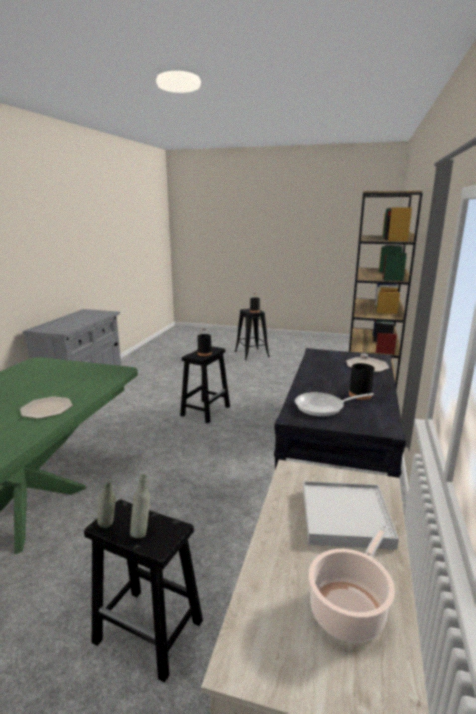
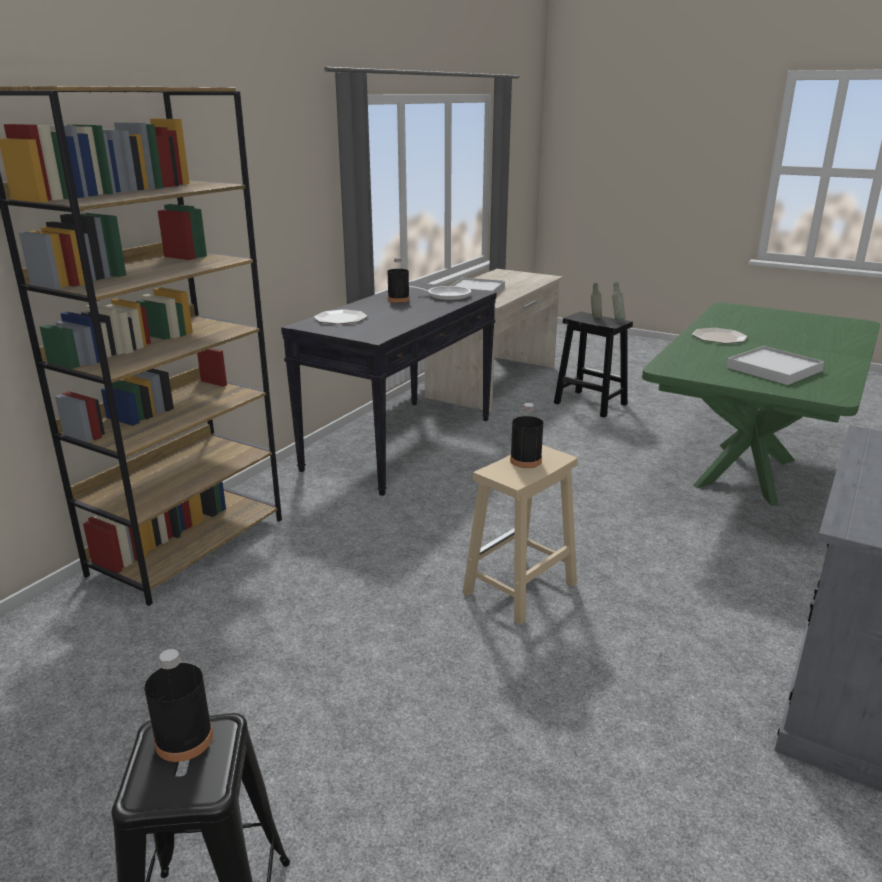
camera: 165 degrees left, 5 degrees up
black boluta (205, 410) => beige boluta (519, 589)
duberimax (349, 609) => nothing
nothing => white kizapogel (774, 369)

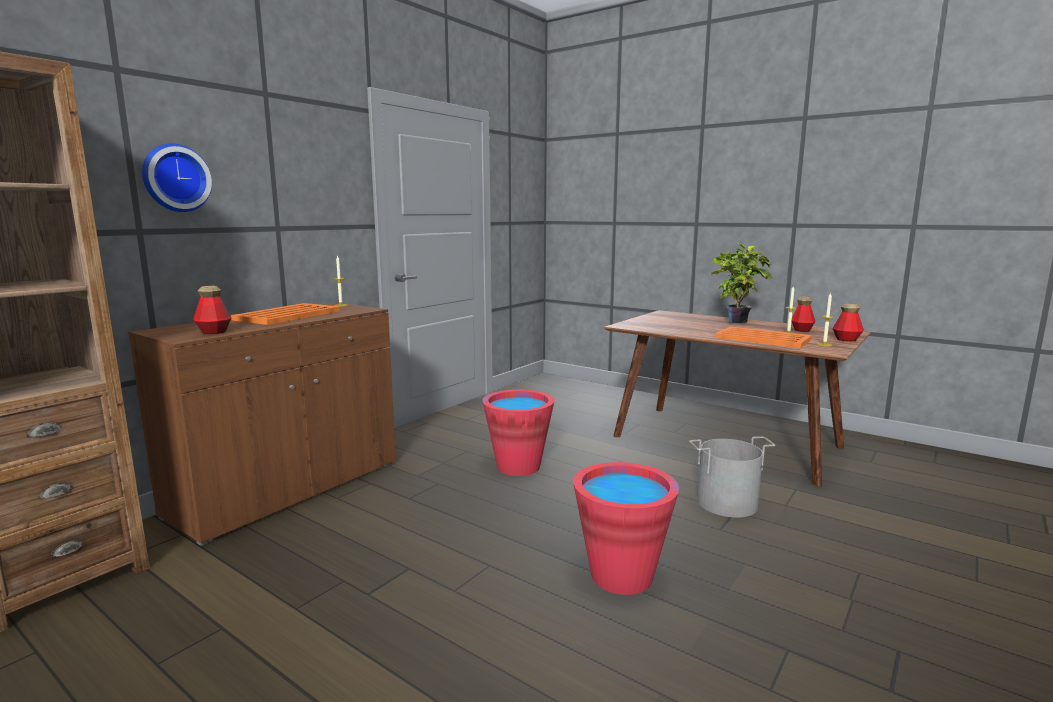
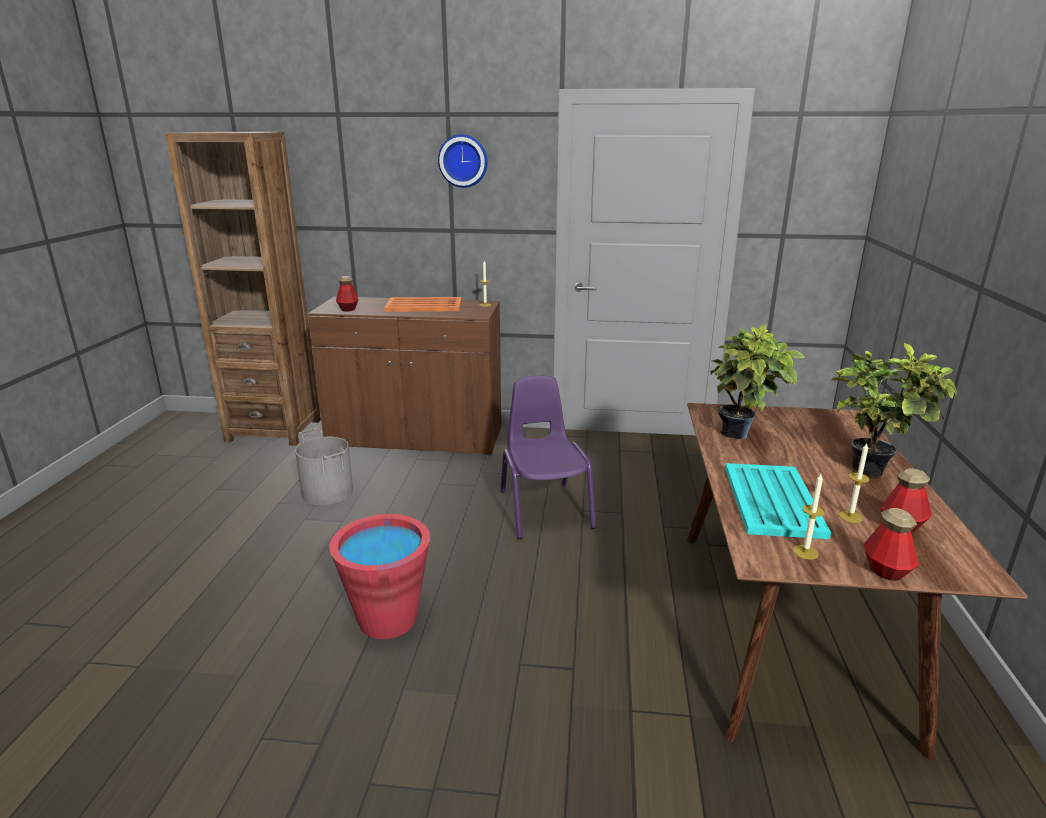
camera: 60 degrees right, 10 degrees up
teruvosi (175, 178) => teruvosi (463, 161), shifted
orange kizapogel (763, 338) => turquoise kizapogel (772, 501)
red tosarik (518, 467) => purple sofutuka (545, 509)
grey tosarik (726, 502) => grey tosarik (328, 492), shifted
nothing => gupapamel (741, 437)

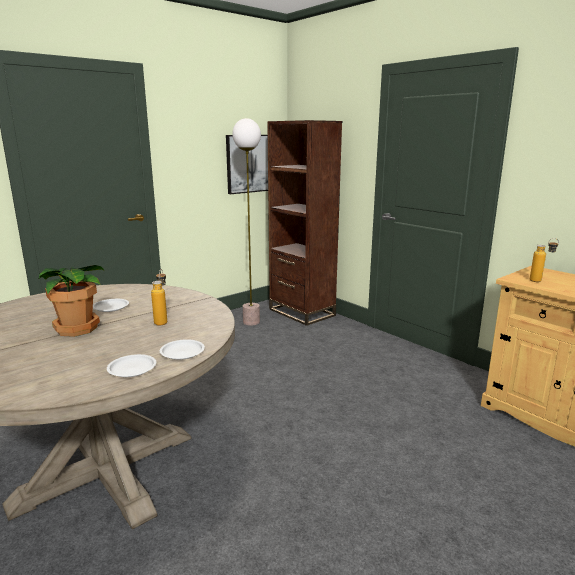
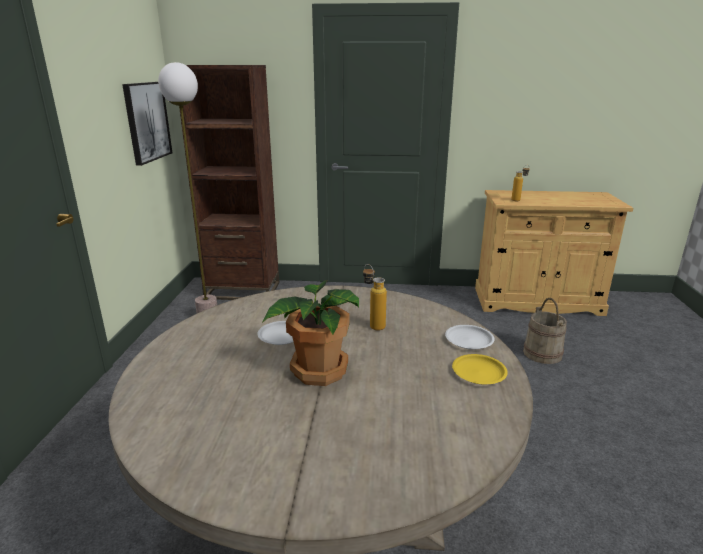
camera: 45 degrees left, 5 degrees up
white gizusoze (132, 369) => yellow gizusoze (479, 373)
nothing => beige tosarik (542, 353)

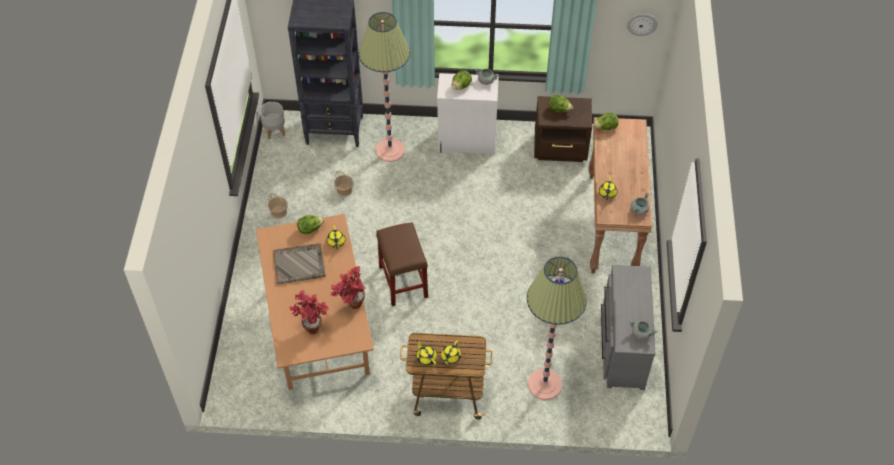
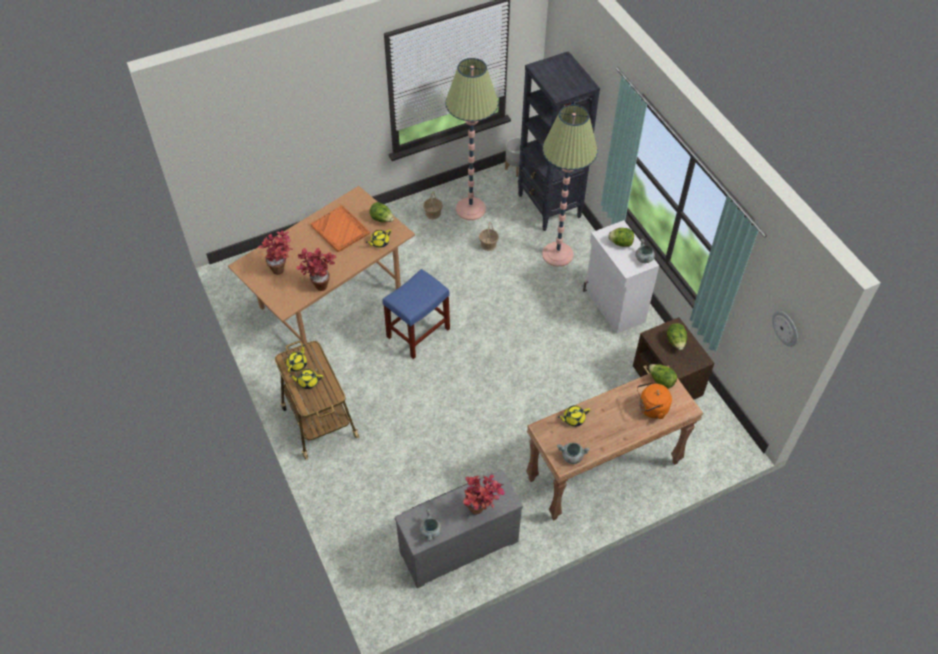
camera: 60 degrees right, 0 degrees up
brown boluta (403, 282) => blue boluta (417, 333)
grey kizapogel (299, 264) => orange kizapogel (340, 230)
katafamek (544, 384) => katafamek (470, 209), shifted
nothing => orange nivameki (651, 409)
nothing => gupapamel (481, 509)

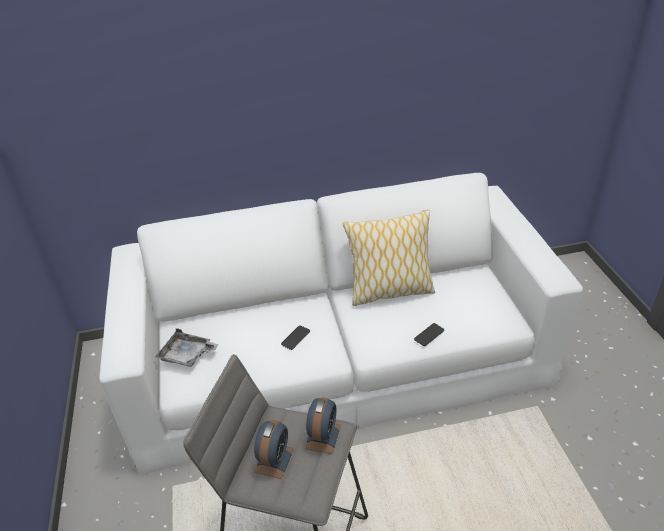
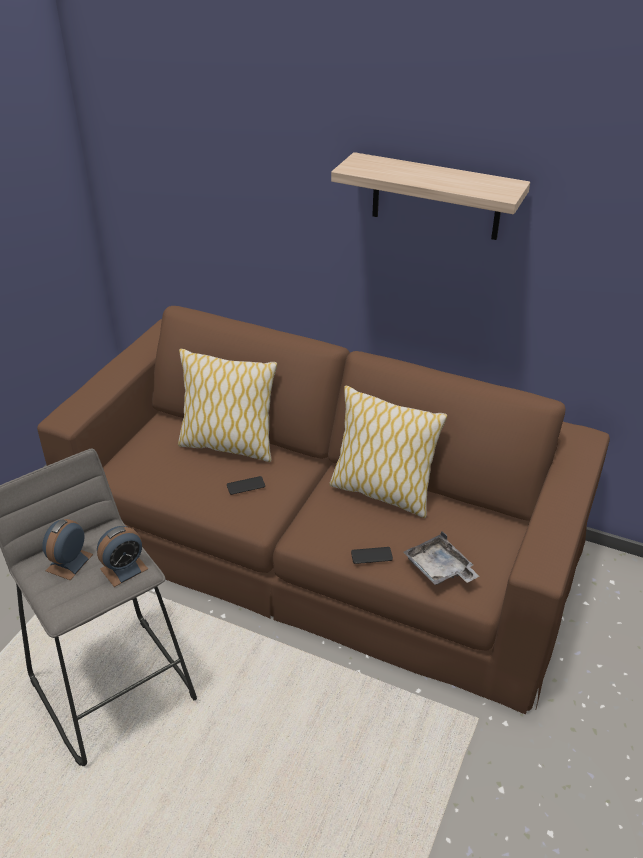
camera: 35 degrees right, 0 degrees up
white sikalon (337, 358) => brown sikalon (322, 542)
grey kizapogel (187, 355) => grey kizapogel (439, 569), shifted
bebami (274, 460) => bebami (69, 562), 150 degrees clockwise
nothing => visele (436, 197)
nothing => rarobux (228, 445)

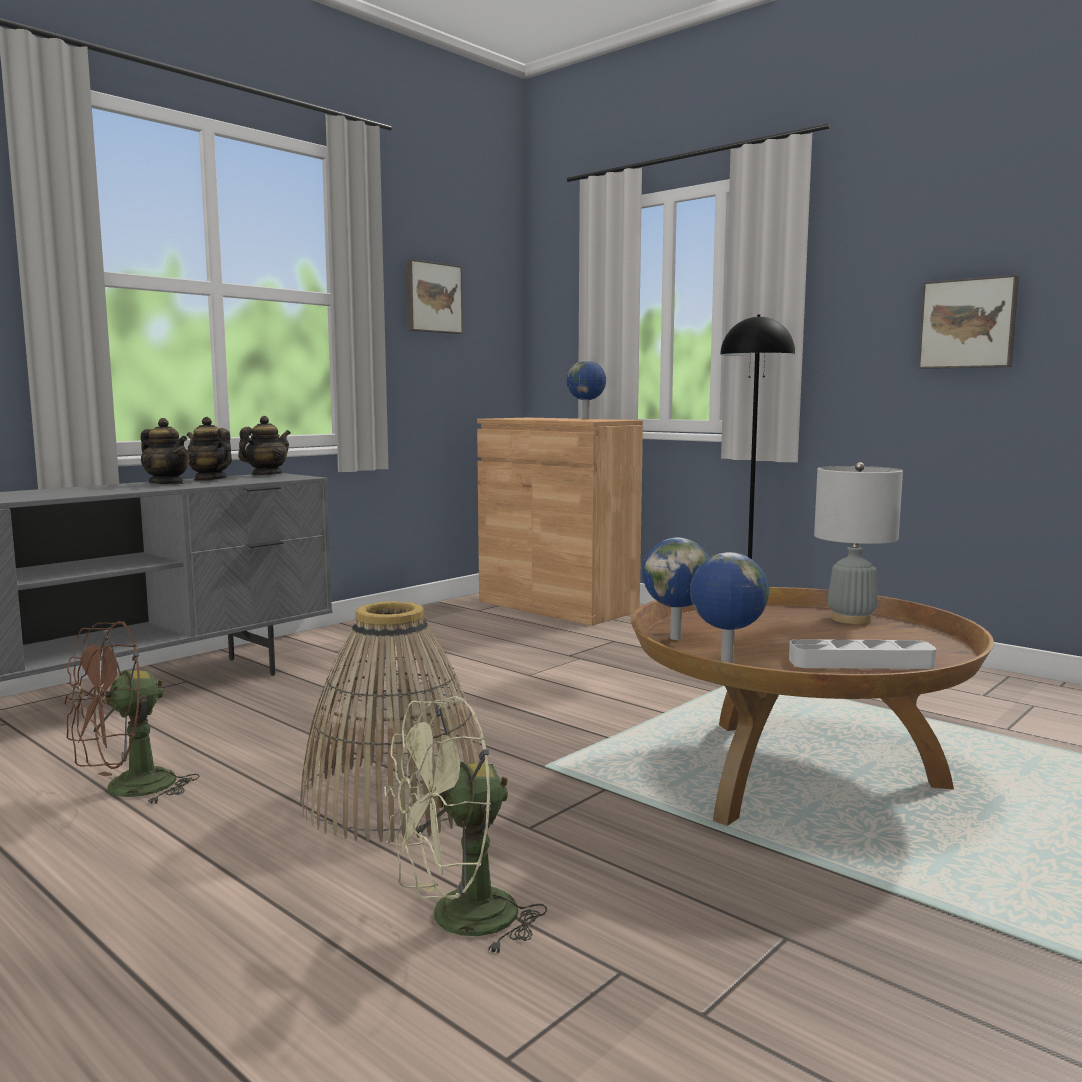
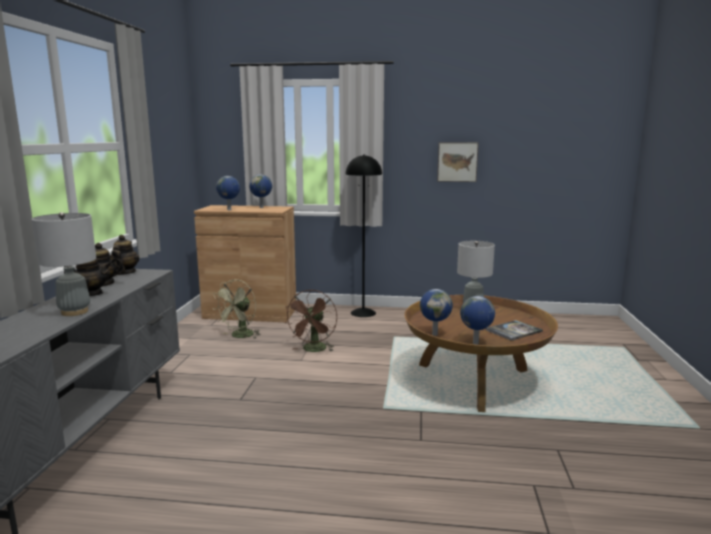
camera: 35 degrees left, 5 degrees up
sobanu (432, 298) => nothing
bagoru (395, 797) => nothing
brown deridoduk (126, 790) => brown deridoduk (314, 350), shifted
grey kizapogel (861, 662) => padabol (513, 331)
green deridoduk (457, 921) => green deridoduk (240, 336), shifted
nothing => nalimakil (229, 210)
nothing => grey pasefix (74, 312)

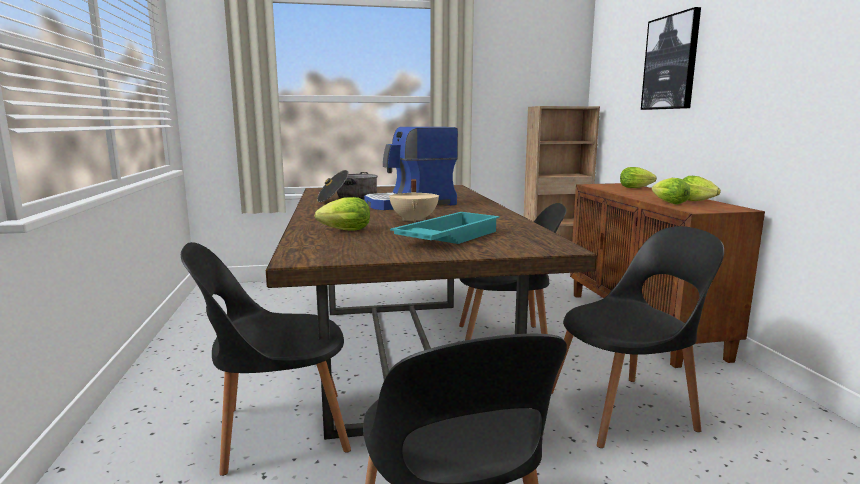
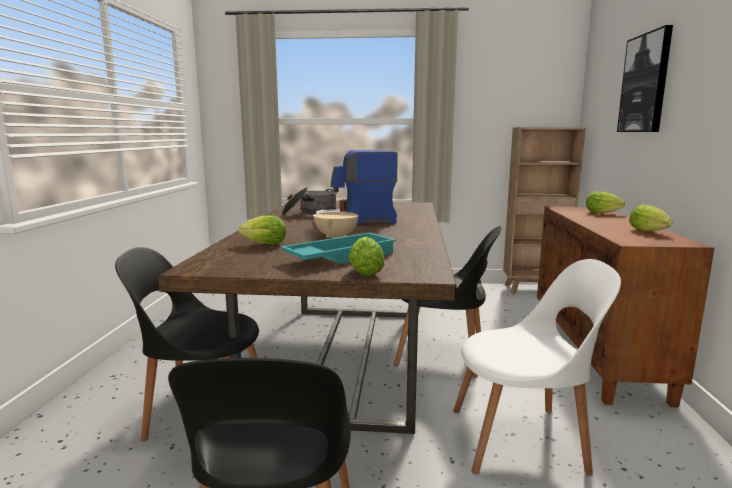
camera: 15 degrees right, 0 degrees up
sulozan (667, 203) => sulozan (365, 271), shifted
black sofutuka (625, 410) => white sofutuka (523, 439)

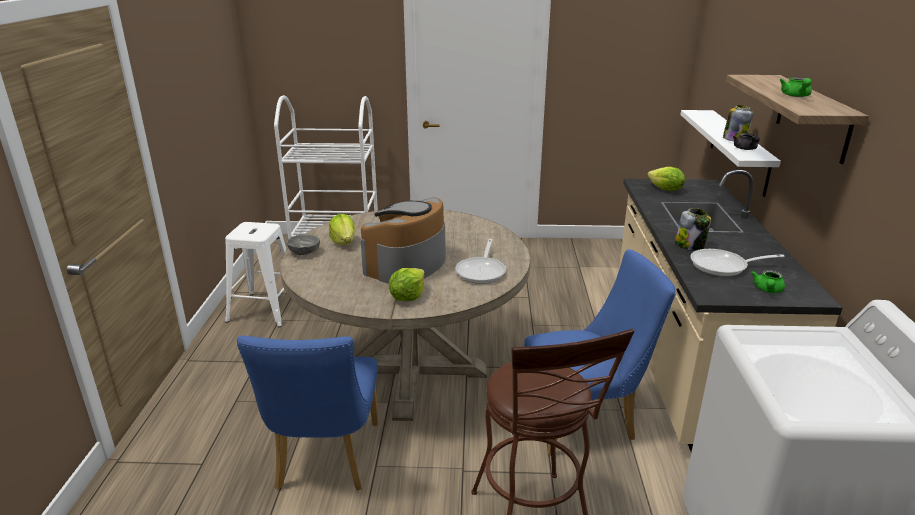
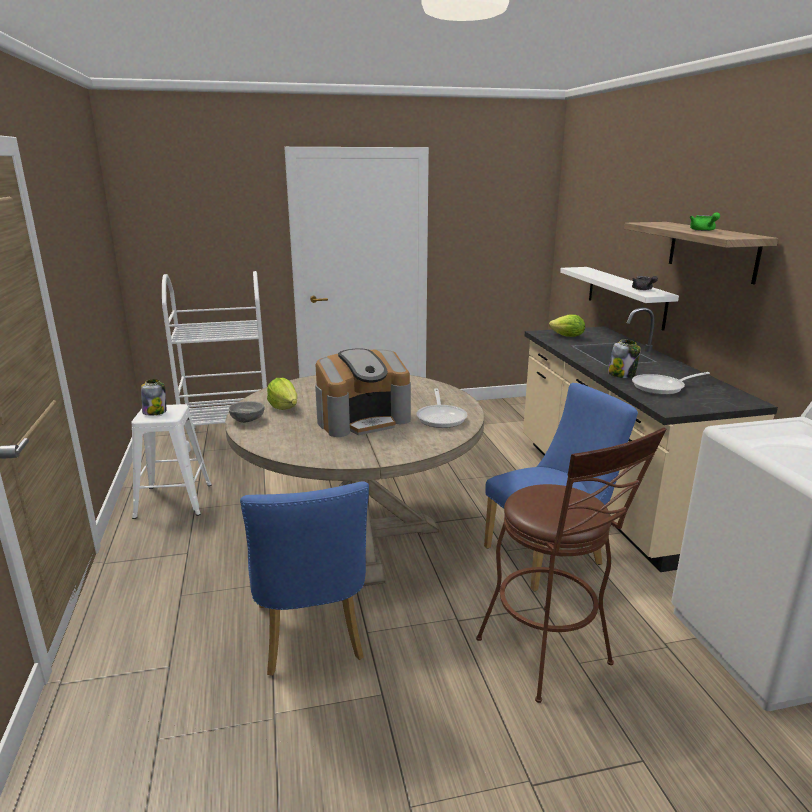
camera: 15 degrees left, 5 degrees down
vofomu (734, 139) => vofomu (155, 412), shifted
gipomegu (406, 264) => gipomegu (363, 419), 135 degrees counterclockwise
sulozan (407, 297) => nothing
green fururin (767, 290) => nothing

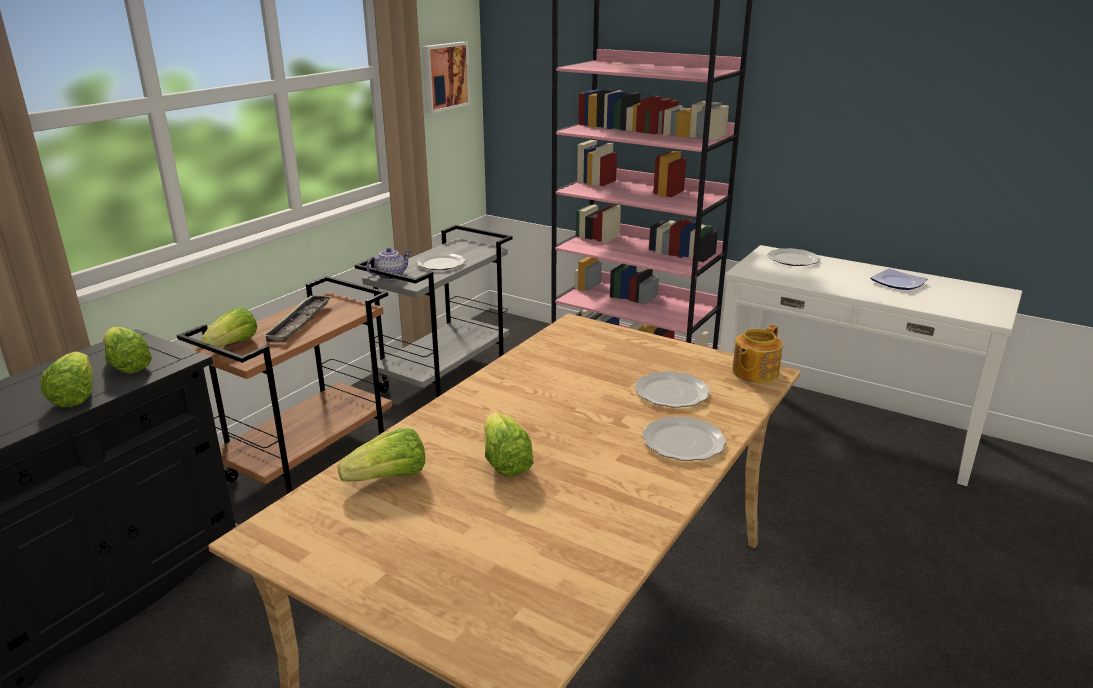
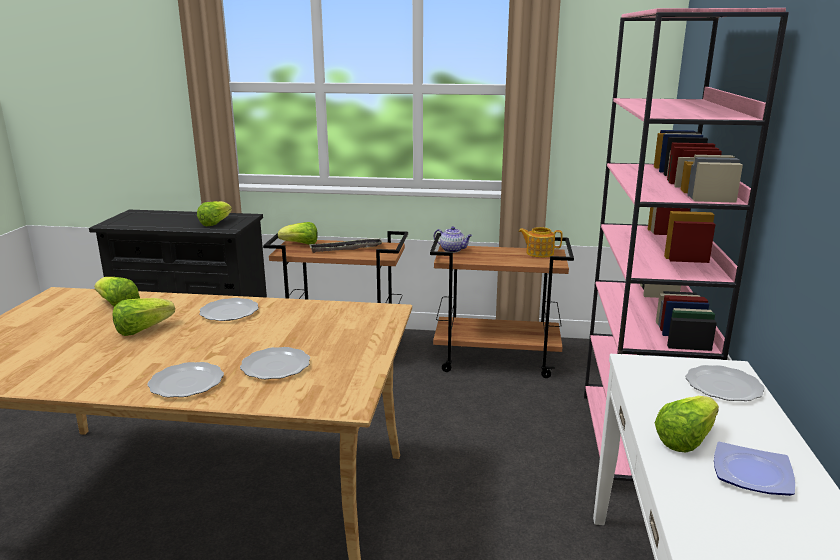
camera: 65 degrees right, 5 degrees down
sobanu (444, 76) => nothing
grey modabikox (445, 378) => brown modabikox (497, 360)
gizusoze (440, 264) => gizusoze (228, 312), shifted
fururin (754, 372) => fururin (539, 253), shifted
sulozan (75, 395) => sulozan (685, 439), shifted

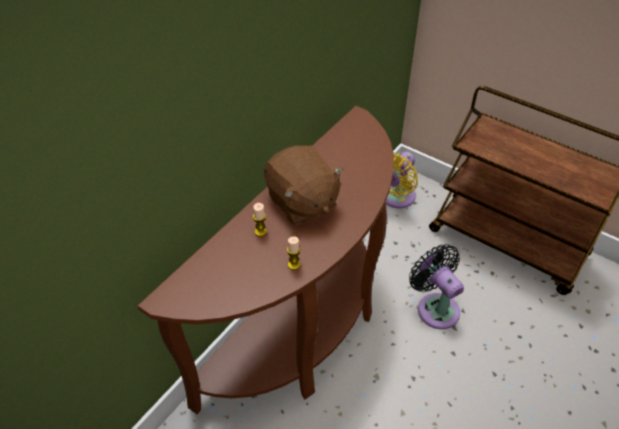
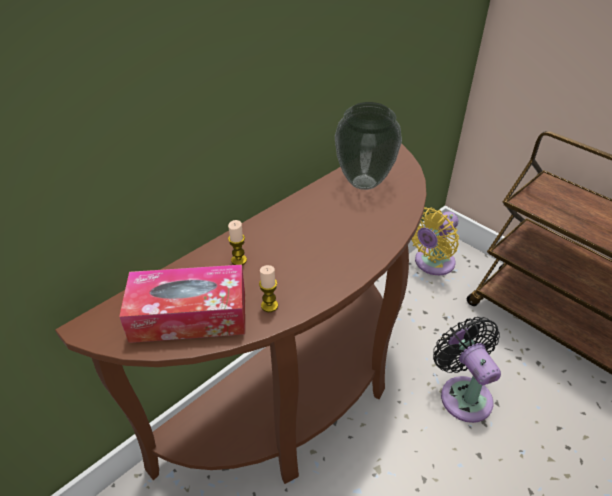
camera: 10 degrees right, 5 degrees down
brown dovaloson (301, 202) => nothing
nothing => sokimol (365, 183)
nothing => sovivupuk (189, 315)

